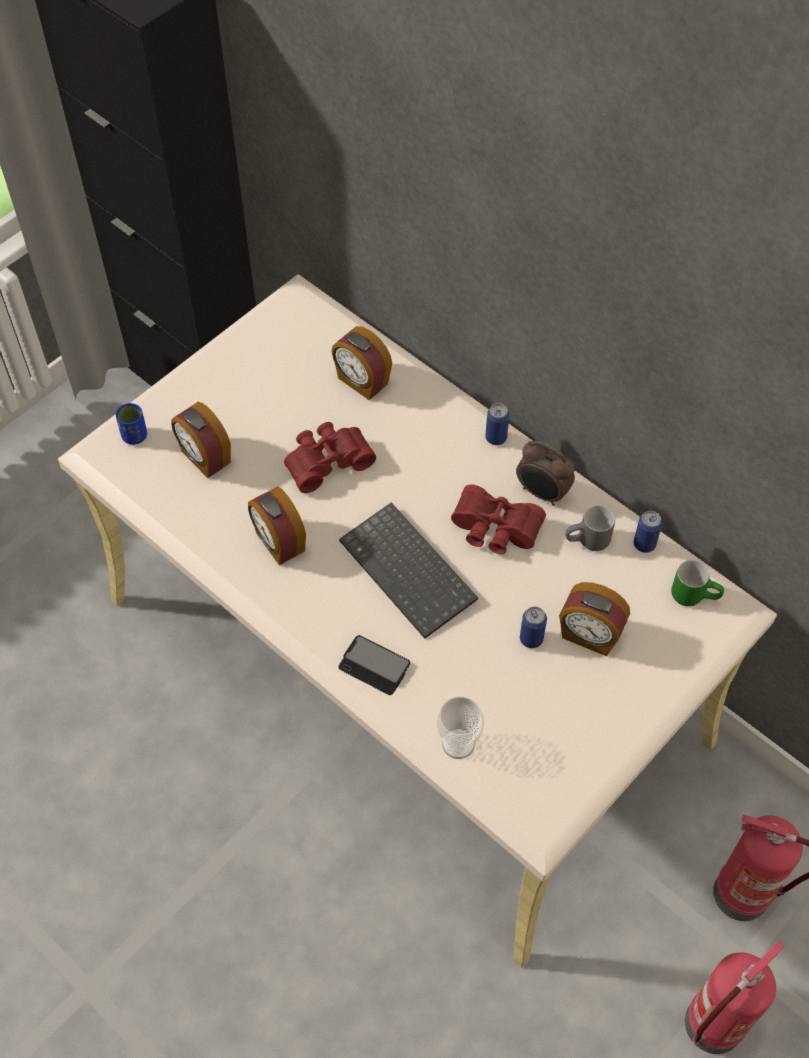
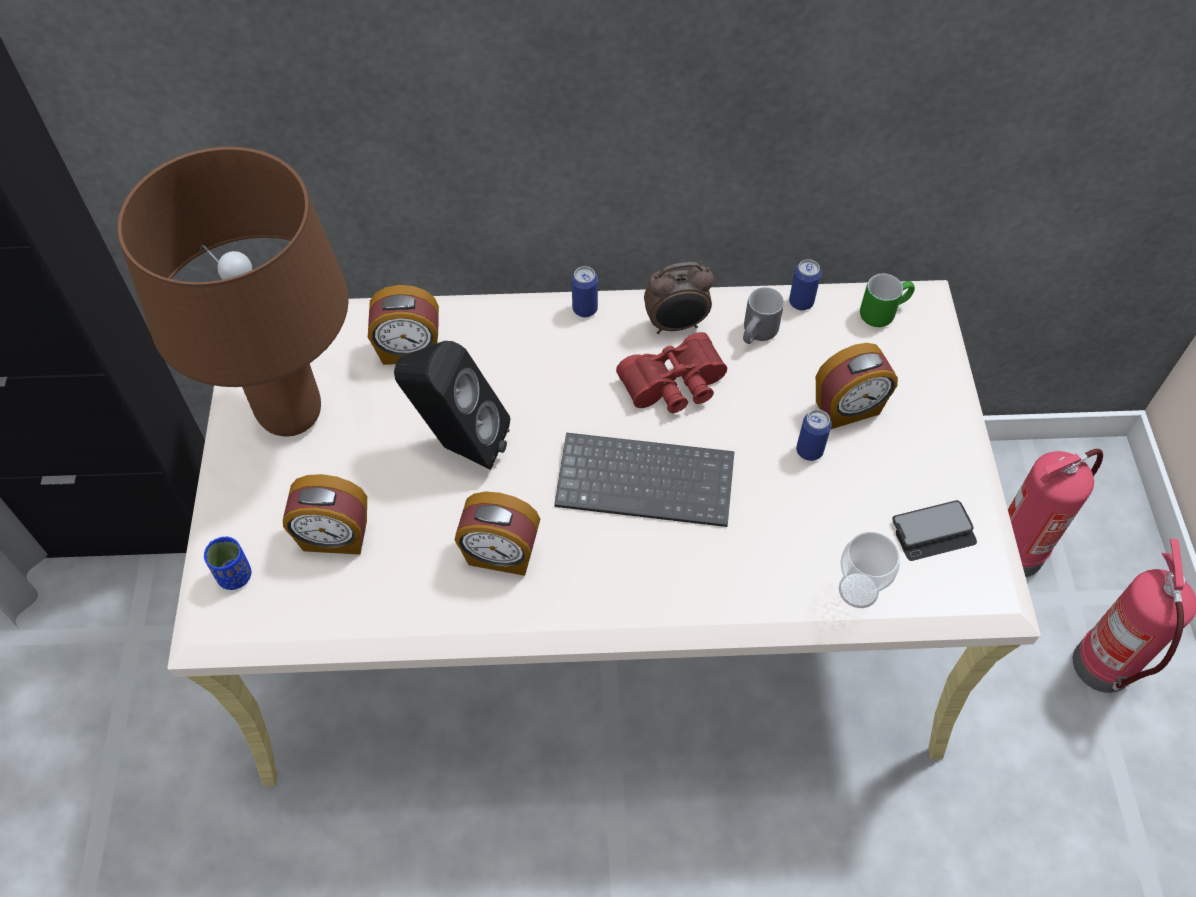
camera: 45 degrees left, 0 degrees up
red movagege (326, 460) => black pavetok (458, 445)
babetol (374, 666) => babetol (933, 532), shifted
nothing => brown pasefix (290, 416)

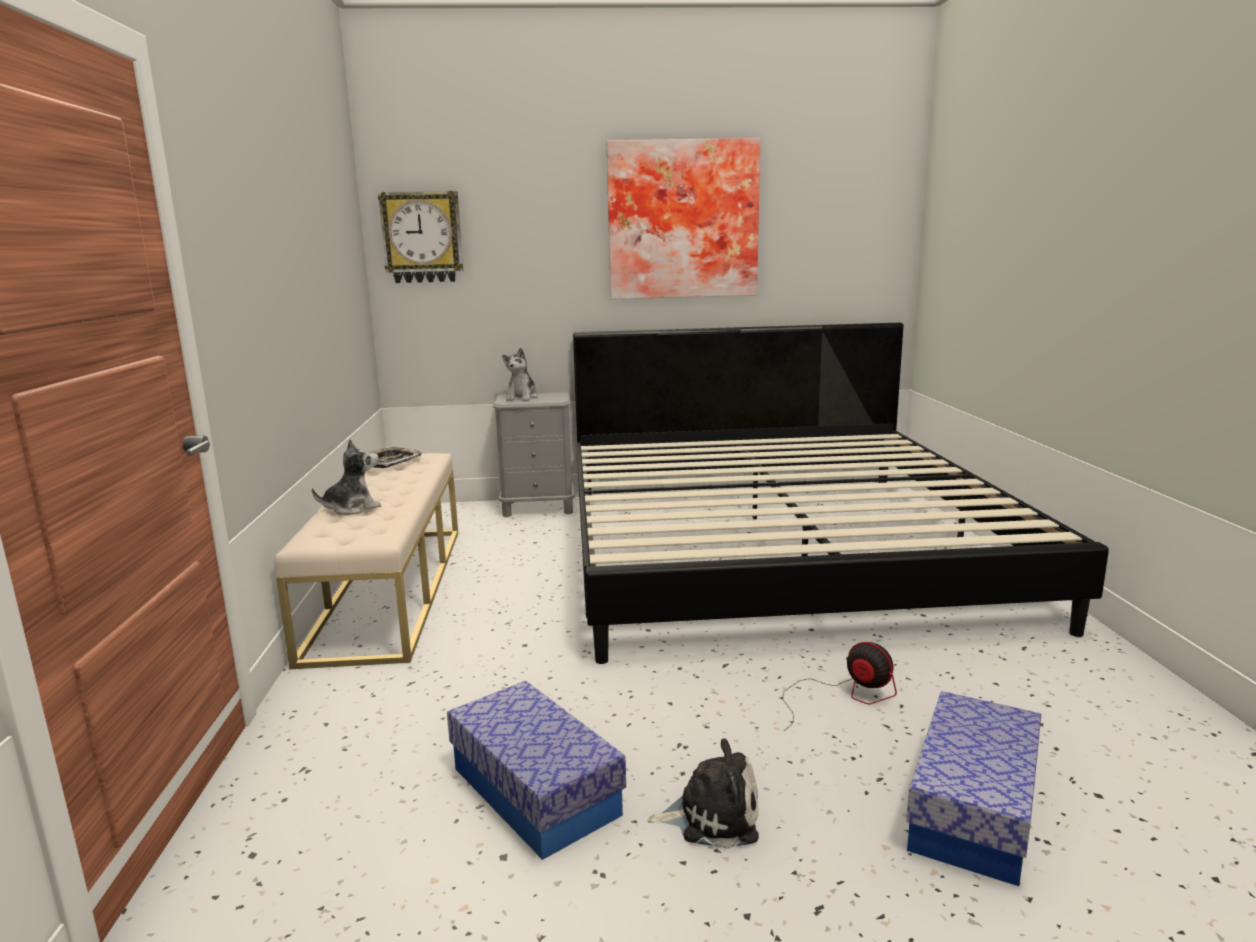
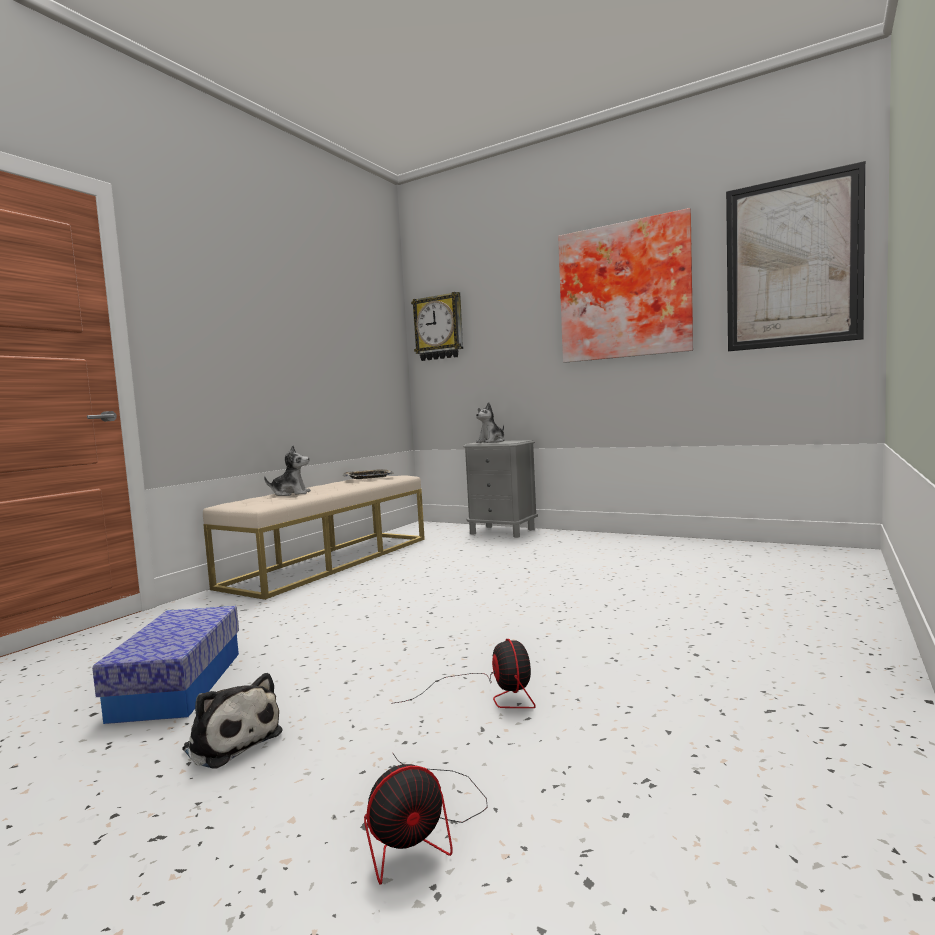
camera: 35 degrees right, 10 degrees down
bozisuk (777, 551) => nothing
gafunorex (973, 810) => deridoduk (423, 828)
nothing => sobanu (792, 262)

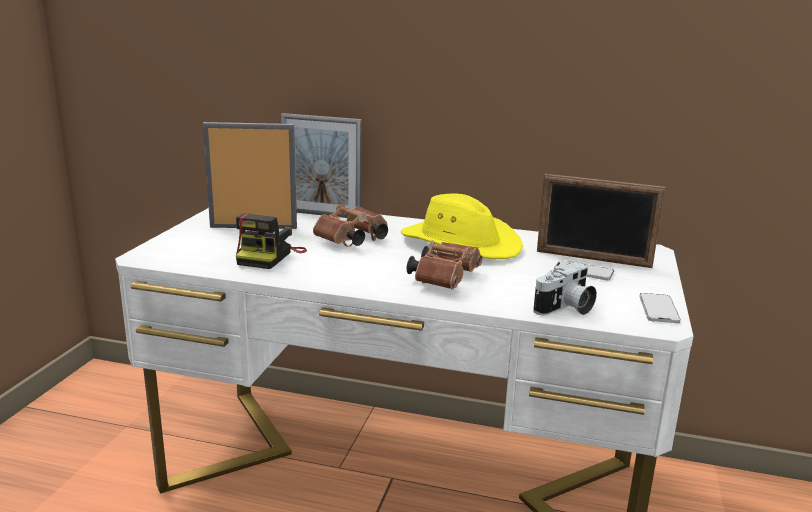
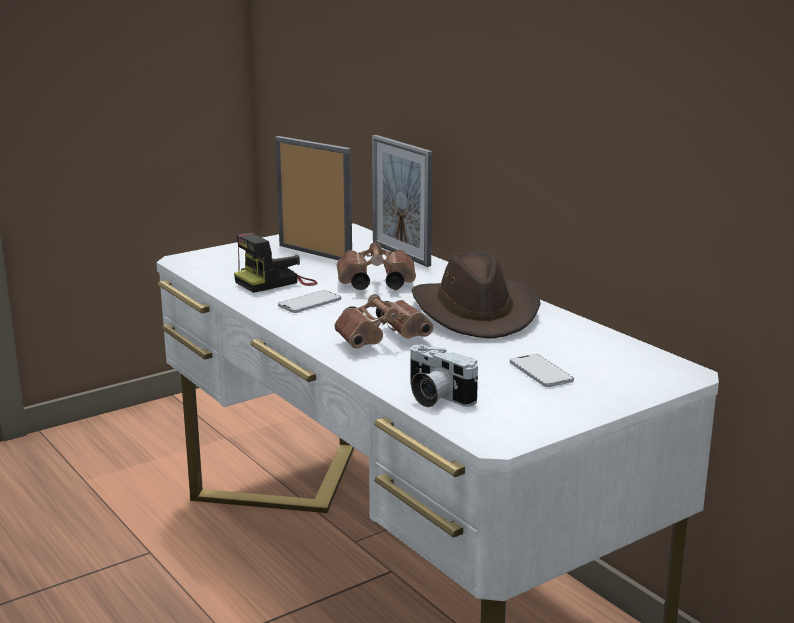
camera: 40 degrees right, 0 degrees up
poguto (593, 259) => nothing
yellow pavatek (461, 243) => brown pavatek (476, 312)
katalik (566, 309) => katalik (435, 397), 45 degrees clockwise
babetol (658, 309) => babetol (309, 303), shifted

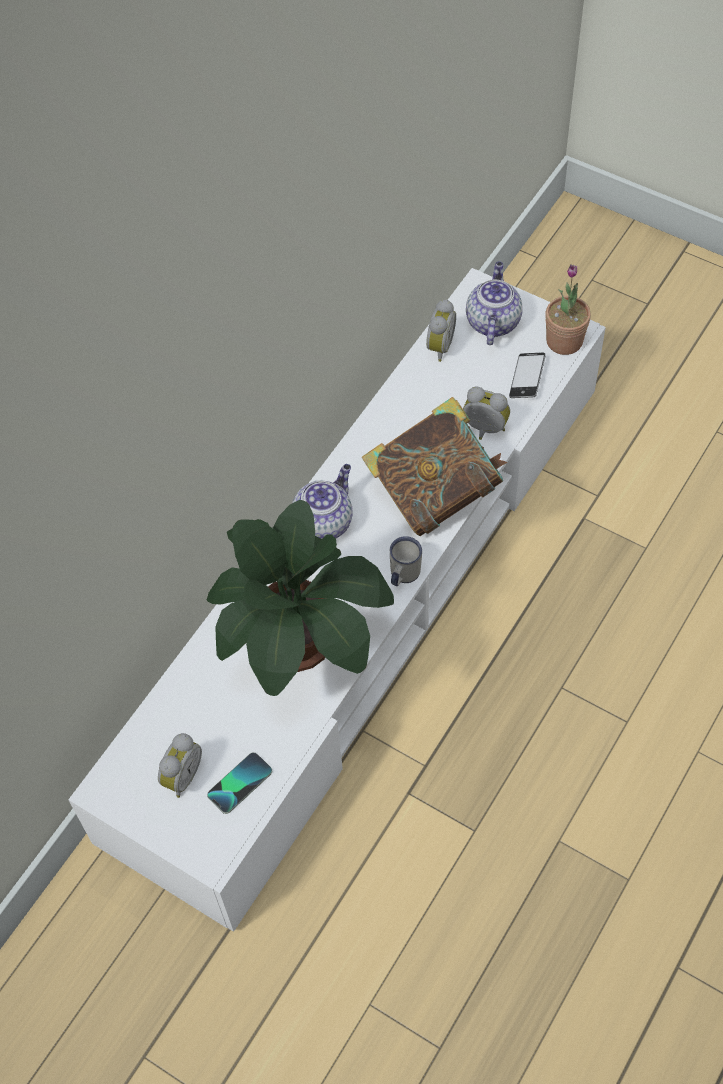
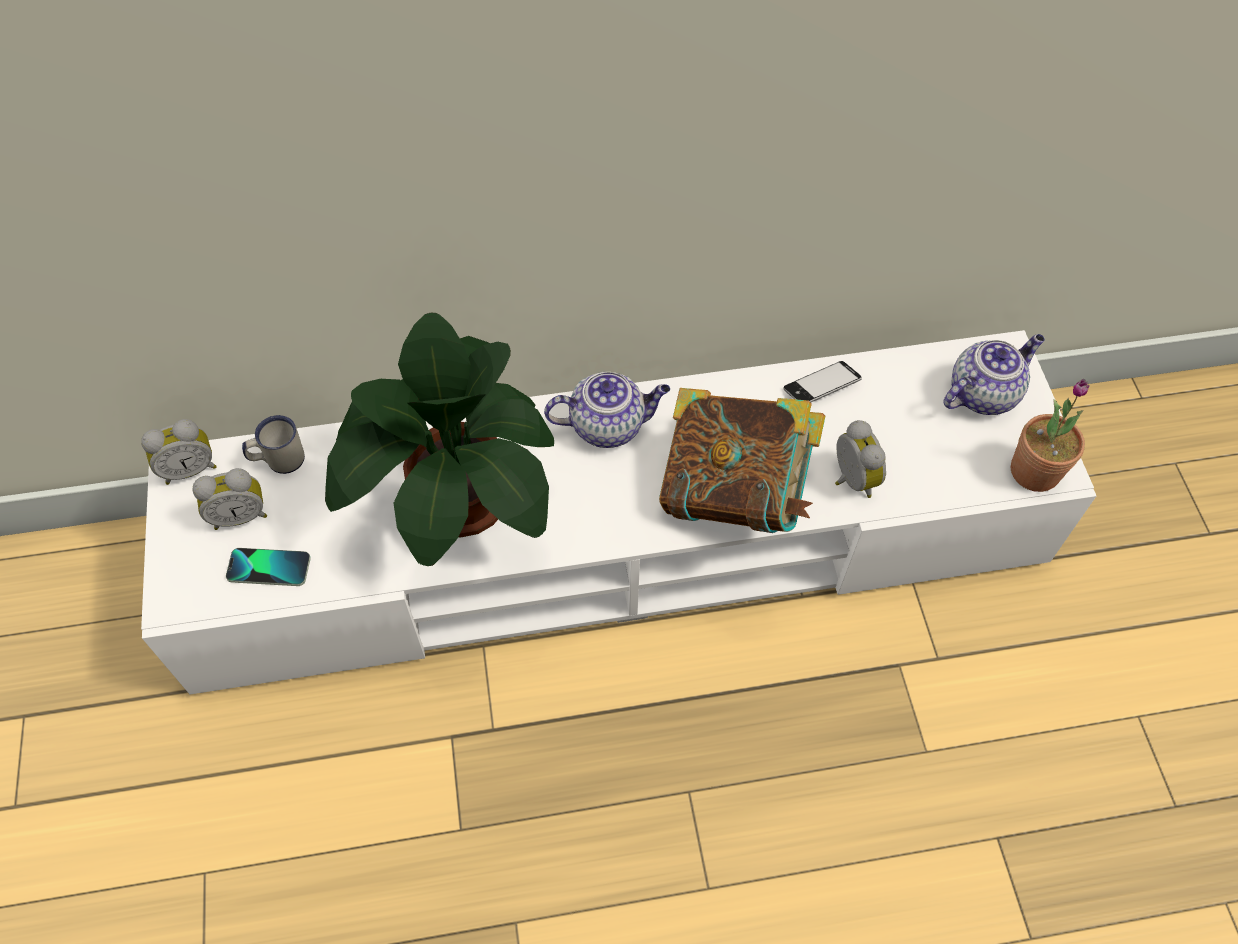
camera: 45 degrees right, 0 degrees up
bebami (438, 346) => bebami (189, 468), shifted
babetol (527, 378) => babetol (821, 387), shifted
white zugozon (402, 575) => white zugozon (279, 460), shifted

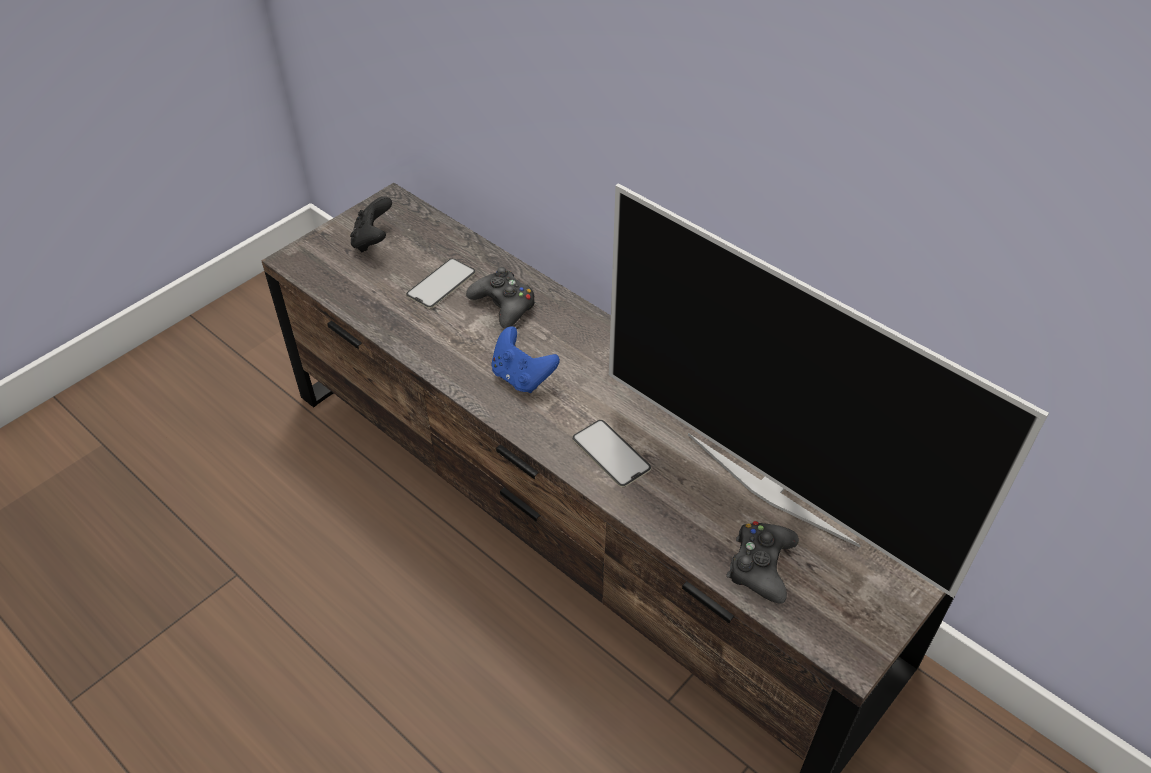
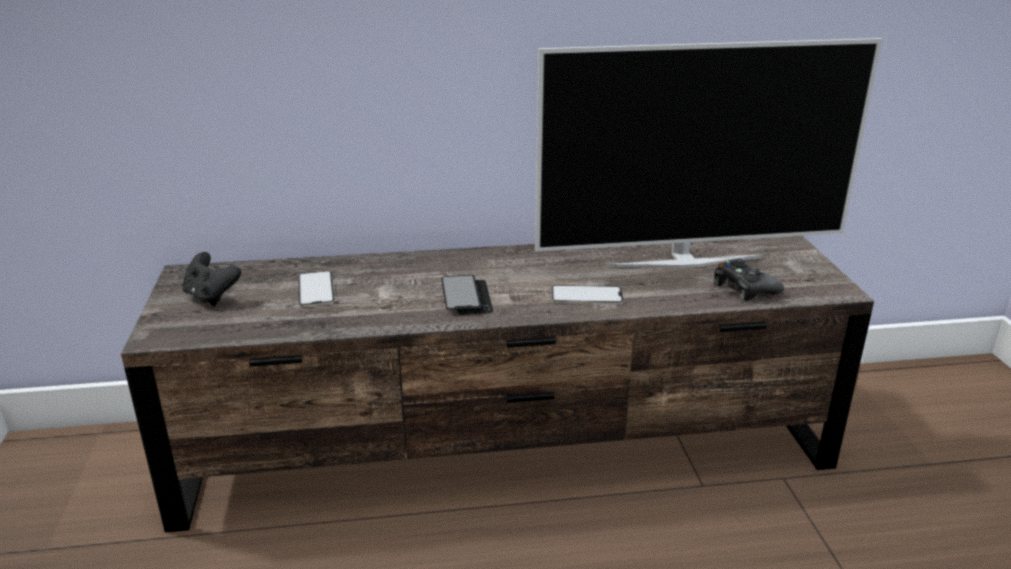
camera: 50 degrees left, 20 degrees down
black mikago (504, 305) => nothing
blue mikago (522, 377) => babetol (466, 297)

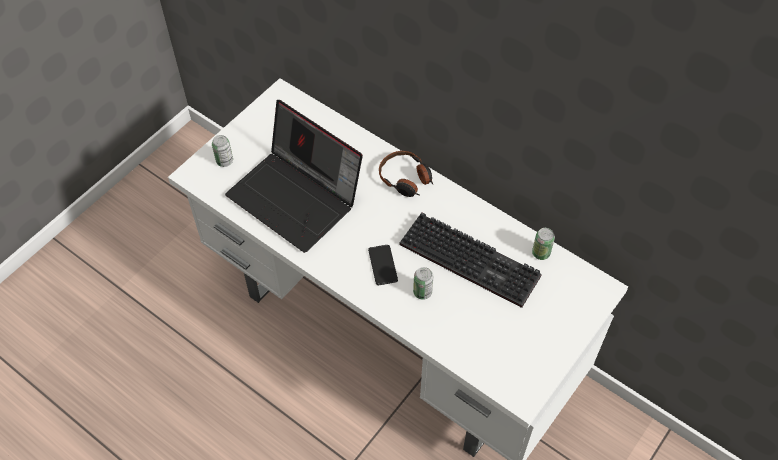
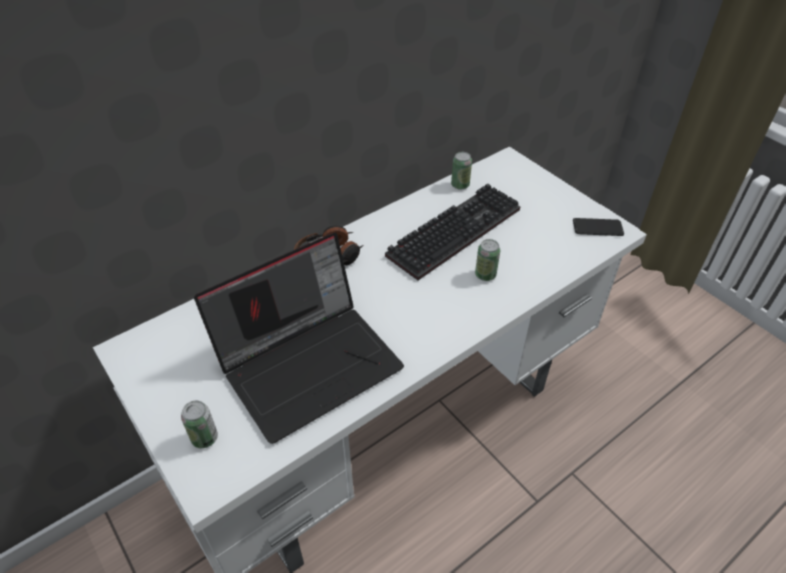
camera: 75 degrees left, 10 degrees down
babetol (383, 265) => babetol (597, 228), shifted

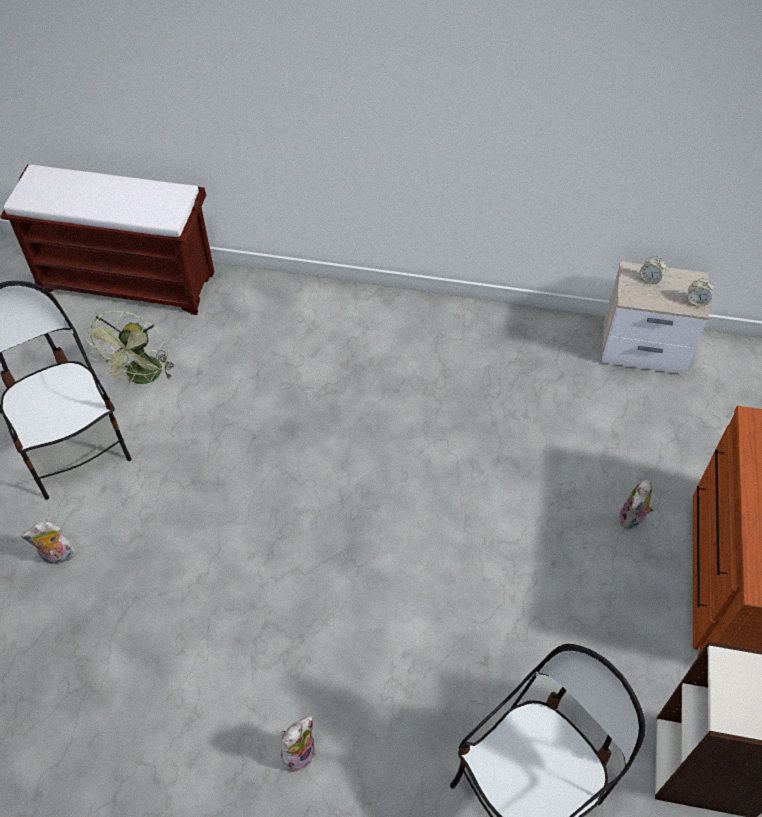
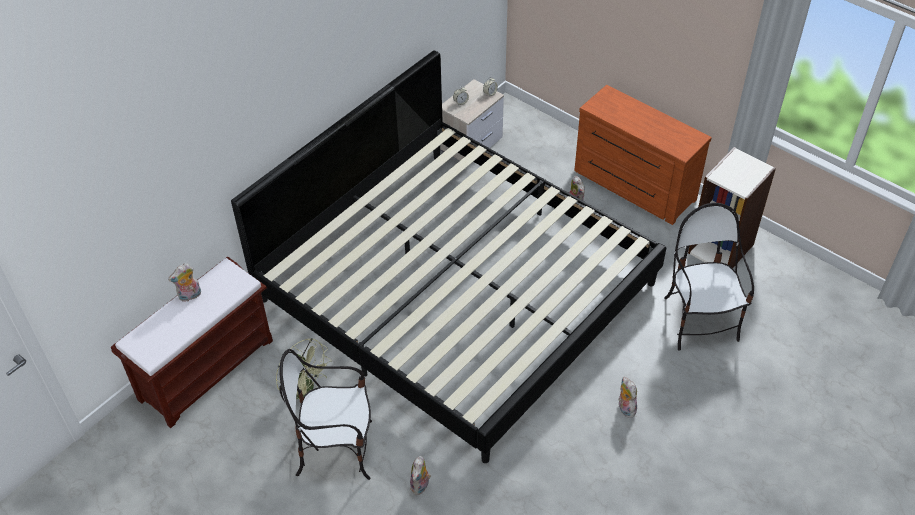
camera: 60 degrees left, 5 degrees down
nothing => bozisuk (457, 290)
nothing => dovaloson (190, 296)

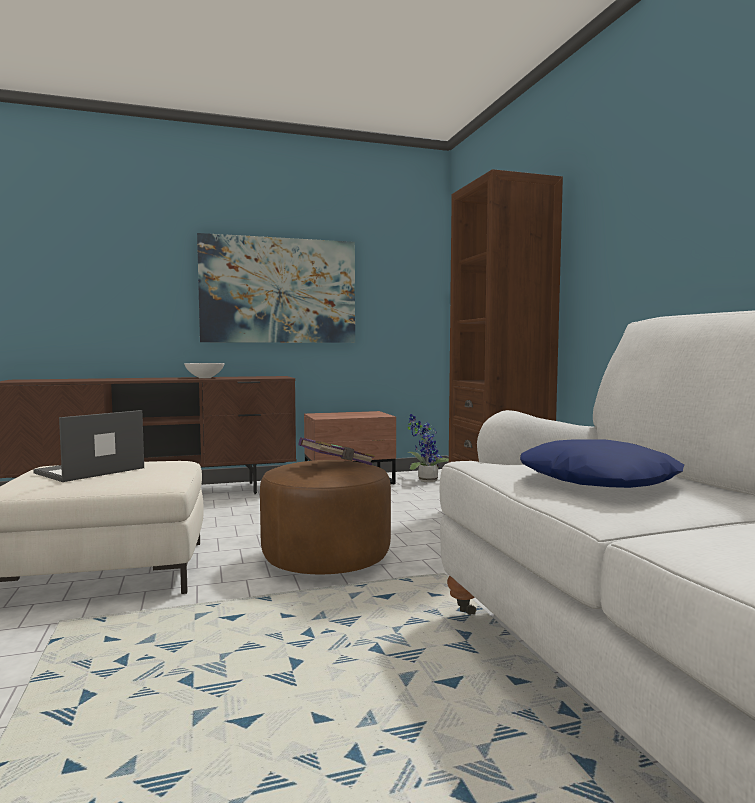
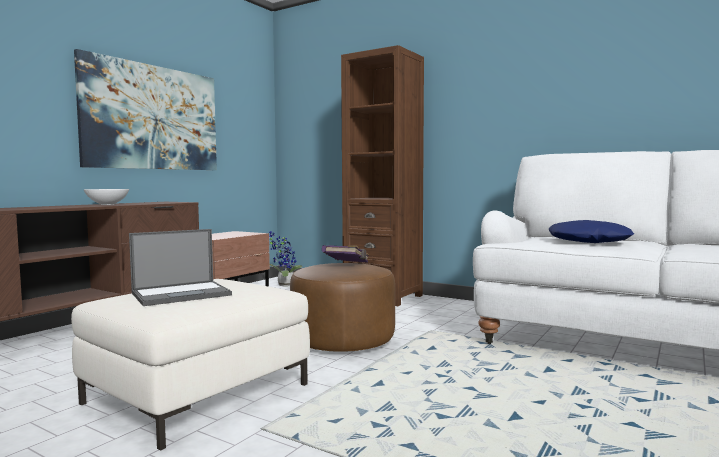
camera: 40 degrees left, 0 degrees up
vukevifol (89, 471) => vukevifol (182, 294), 120 degrees counterclockwise

